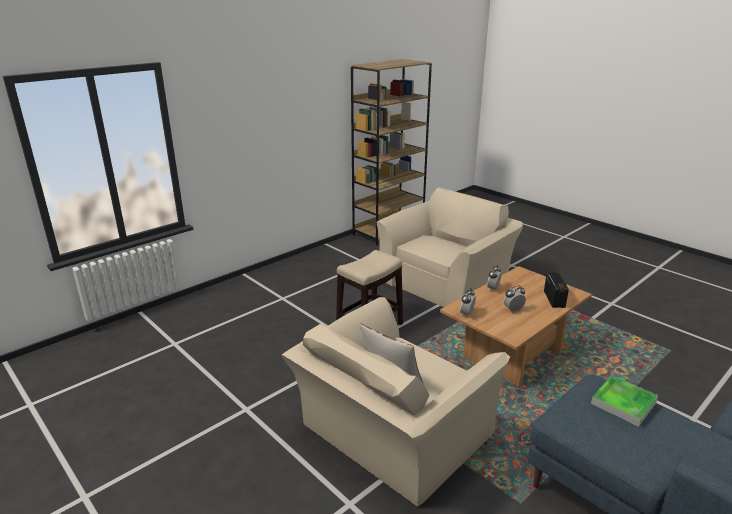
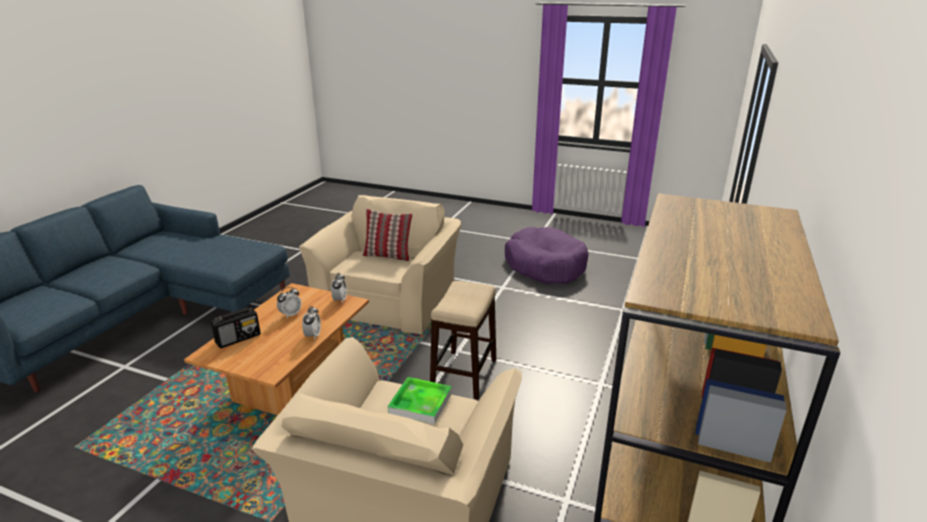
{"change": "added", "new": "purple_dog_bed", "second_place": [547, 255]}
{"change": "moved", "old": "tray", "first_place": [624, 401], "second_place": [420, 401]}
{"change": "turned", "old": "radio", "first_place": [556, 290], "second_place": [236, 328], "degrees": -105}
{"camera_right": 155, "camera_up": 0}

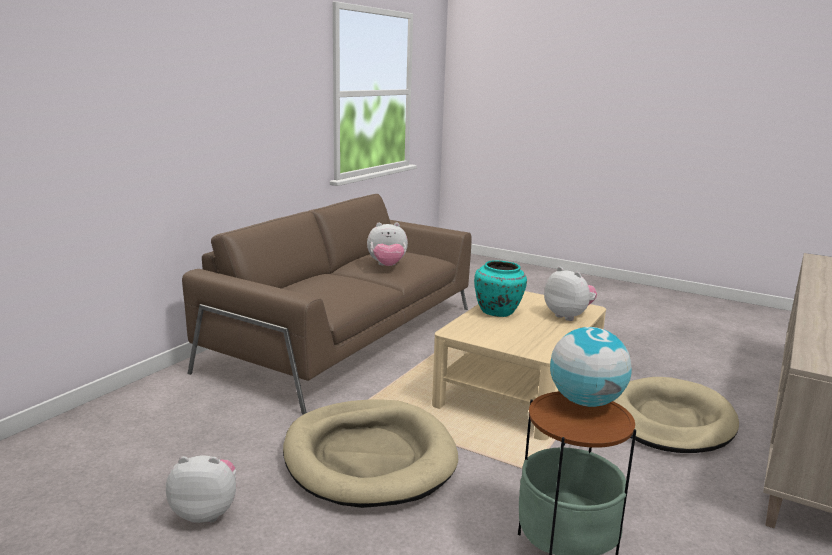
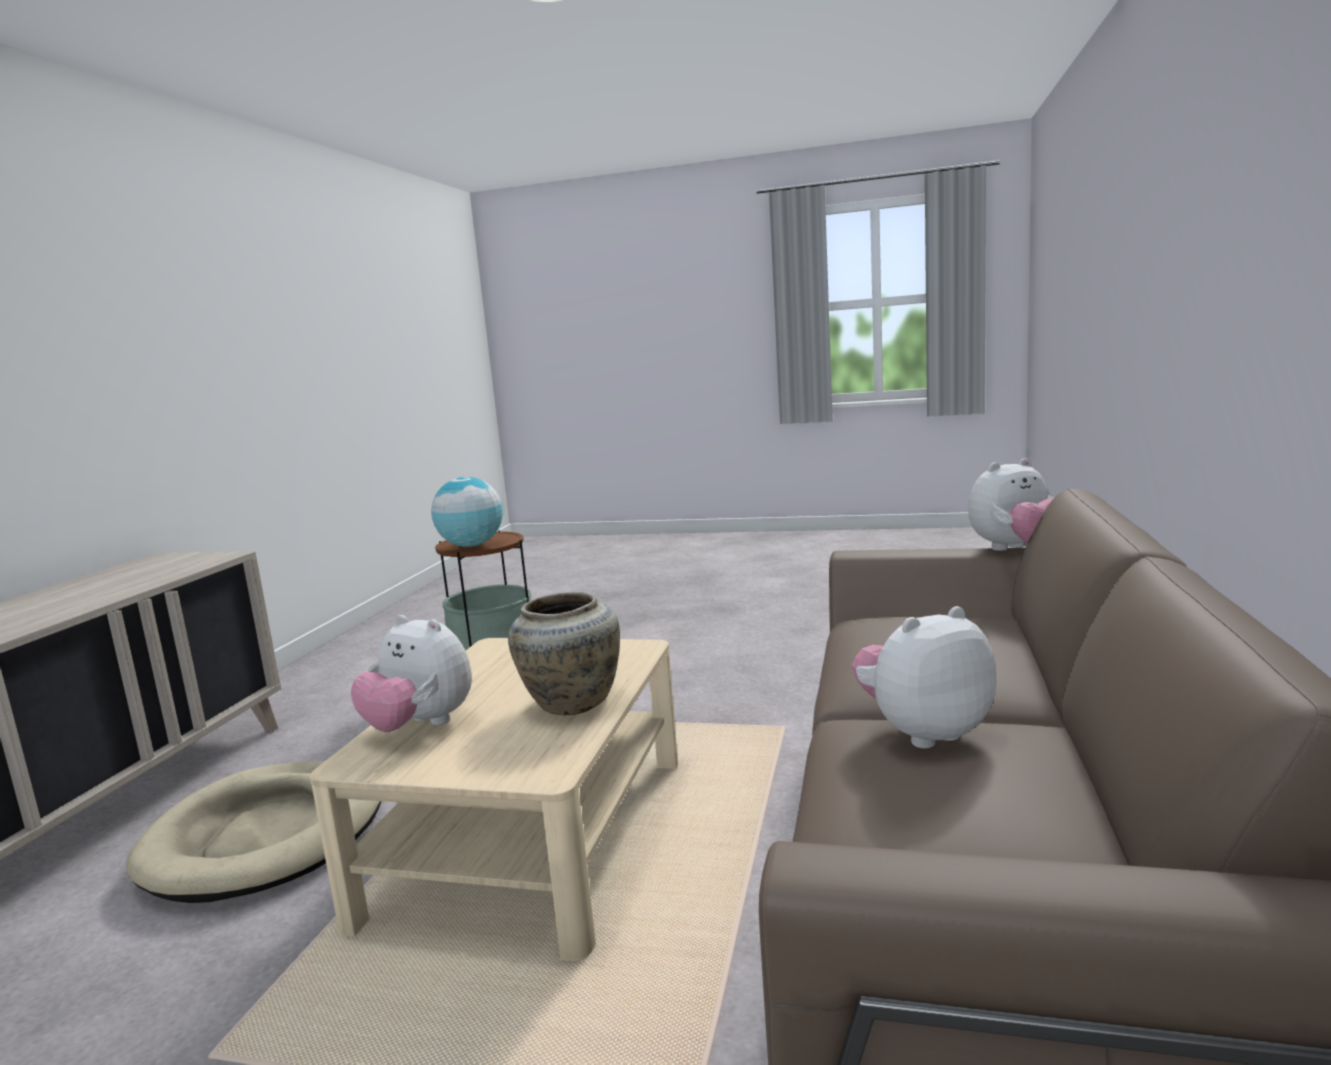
{"change": "removed", "old": "beige_dog_bed", "first_place": [370, 453]}
{"change": "moved", "old": "plush_toy", "first_place": [201, 489], "second_place": [1011, 504]}
{"change": "recoloured", "old": "turquoise_vase", "new": "beige_vase", "first_place": [500, 289], "second_place": [564, 653]}
{"camera_right": 165, "camera_up": -5}

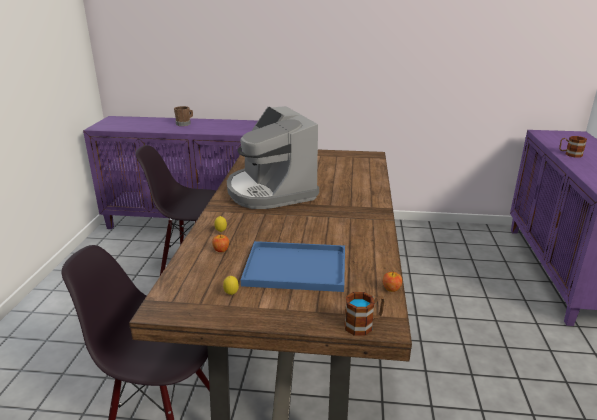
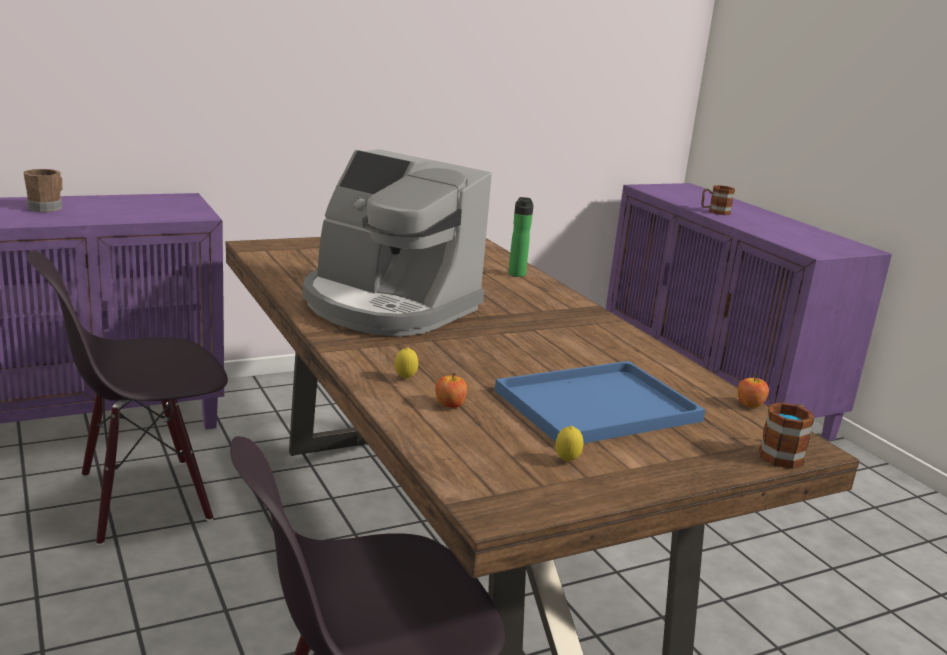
{"change": "added", "new": "bottle", "second_place": [521, 237]}
{"camera_right": -35, "camera_up": -5}

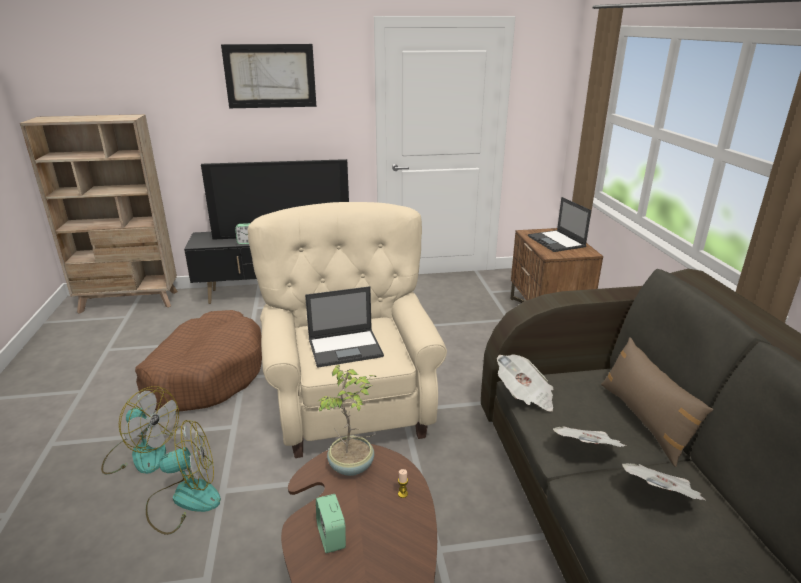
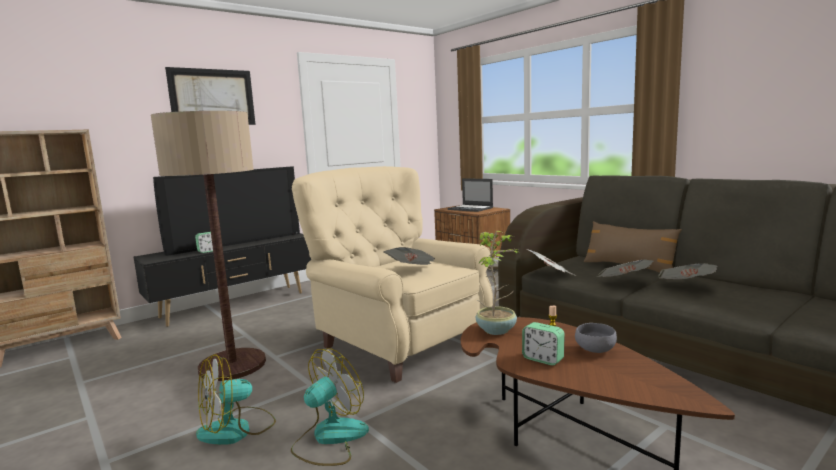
{"change": "added", "new": "grey_bowl", "second_place": [596, 338]}
{"change": "replaced", "old": "brown_dog_bed", "new": "floor_lamp", "first_place": [198, 361], "second_place": [208, 246]}
{"change": "replaced", "old": "laptop", "new": "newspaper", "first_place": [344, 327], "second_place": [409, 256]}
{"change": "turned", "old": "fan", "first_place": [140, 430], "second_place": [236, 399], "degrees": 150}
{"camera_right": -30, "camera_up": -15}

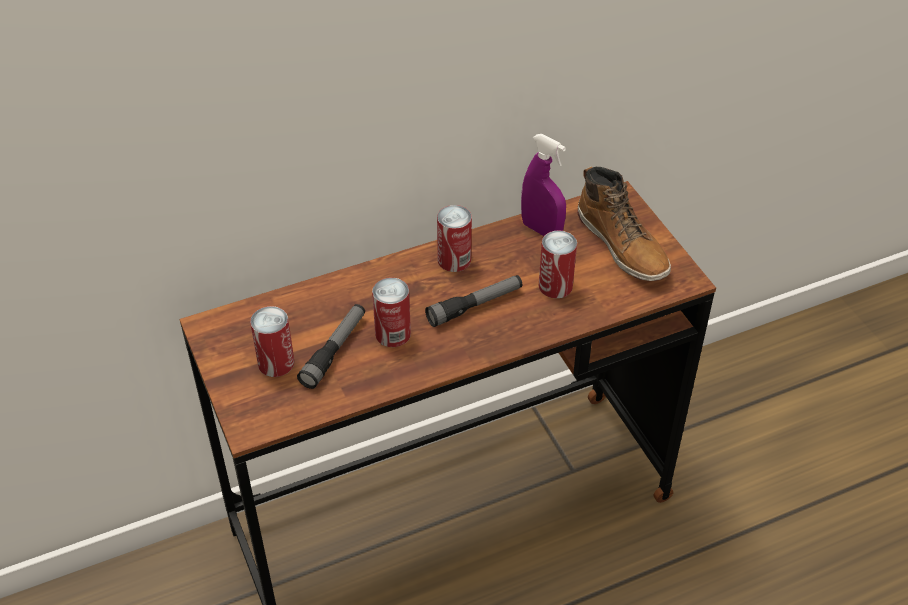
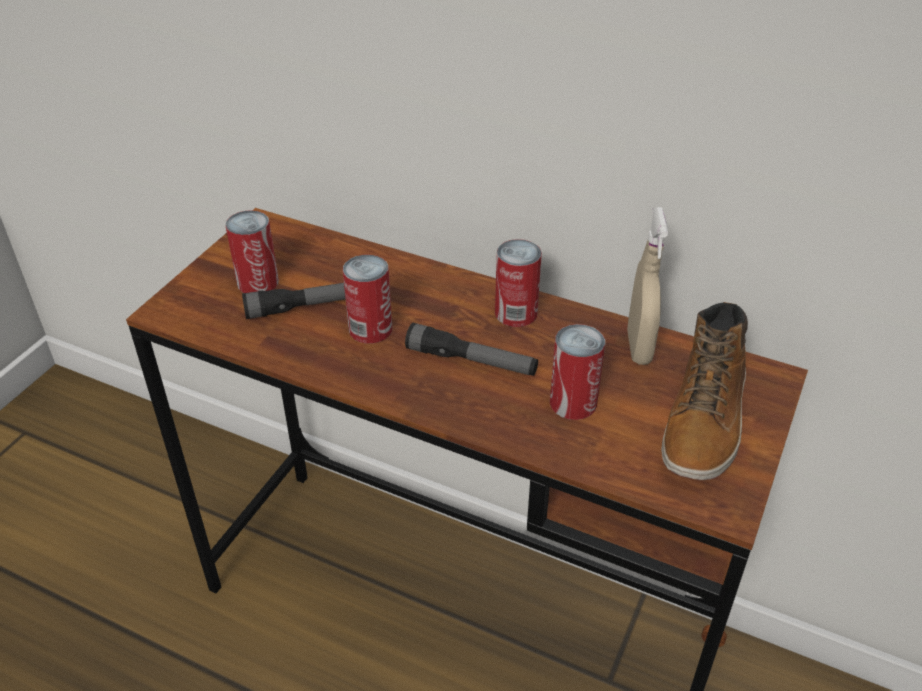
{"change": "recoloured", "old": "purple_spray_bottle", "new": "beige_spray_bottle", "first_place": [543, 185], "second_place": [647, 286]}
{"camera_right": 50, "camera_up": -5}

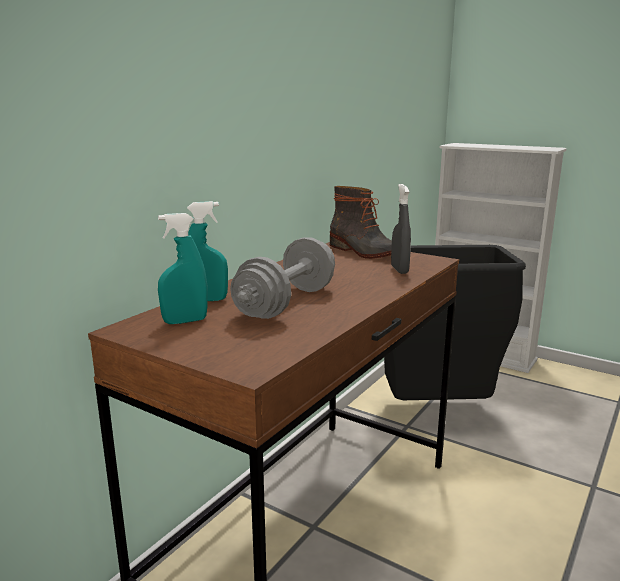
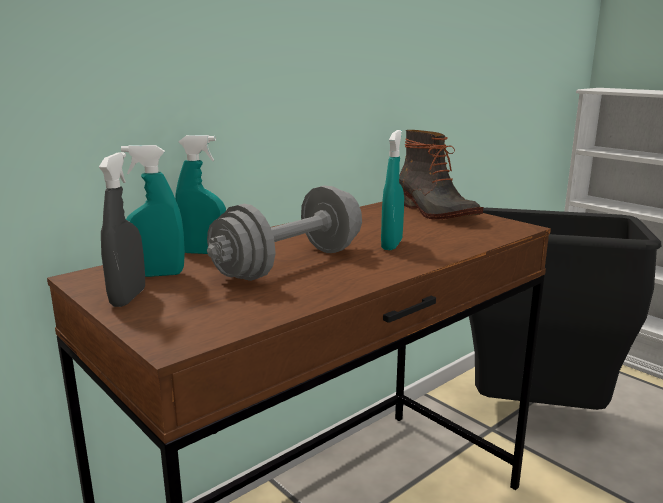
{"change": "added", "new": "turquoise_spray_bottle", "second_place": [392, 190]}
{"change": "moved", "old": "grey_spray_bottle", "first_place": [401, 229], "second_place": [122, 229]}
{"camera_right": 15, "camera_up": 0}

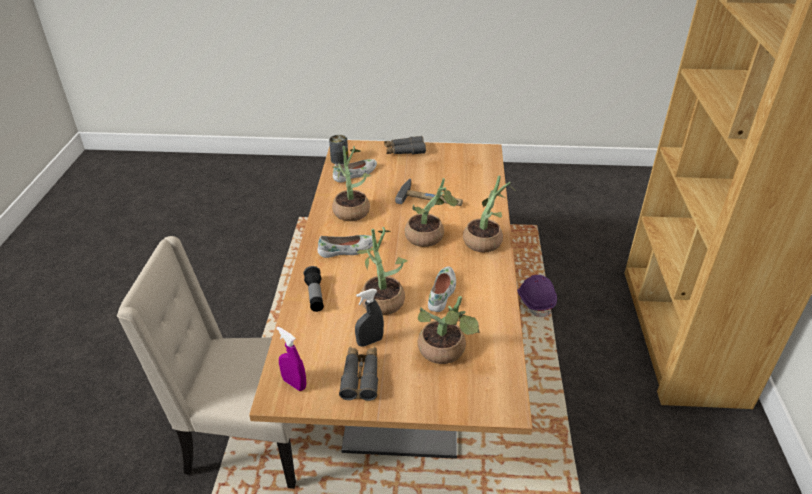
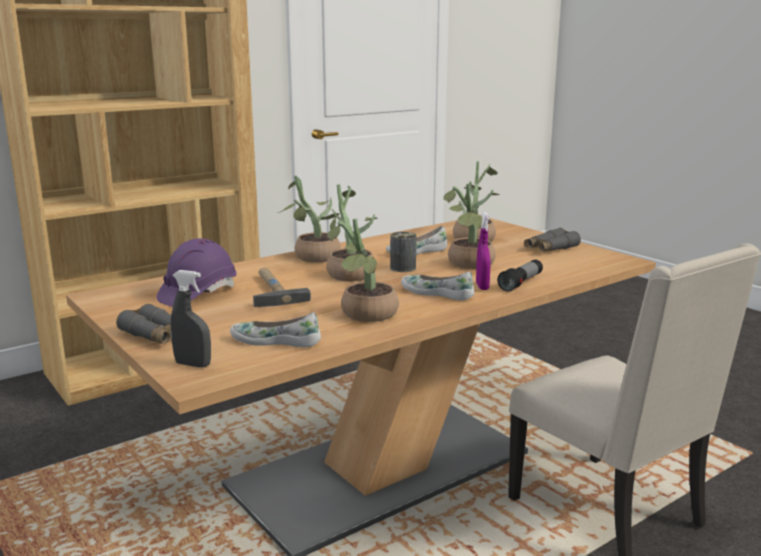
{"change": "moved", "old": "purple_spray_bottle", "first_place": [291, 359], "second_place": [483, 251]}
{"change": "moved", "old": "can", "first_place": [339, 149], "second_place": [403, 252]}
{"change": "moved", "old": "grey_spray_bottle", "first_place": [369, 318], "second_place": [191, 319]}
{"change": "moved", "old": "purple_hard_hat", "first_place": [537, 296], "second_place": [196, 272]}
{"camera_right": -130, "camera_up": -20}

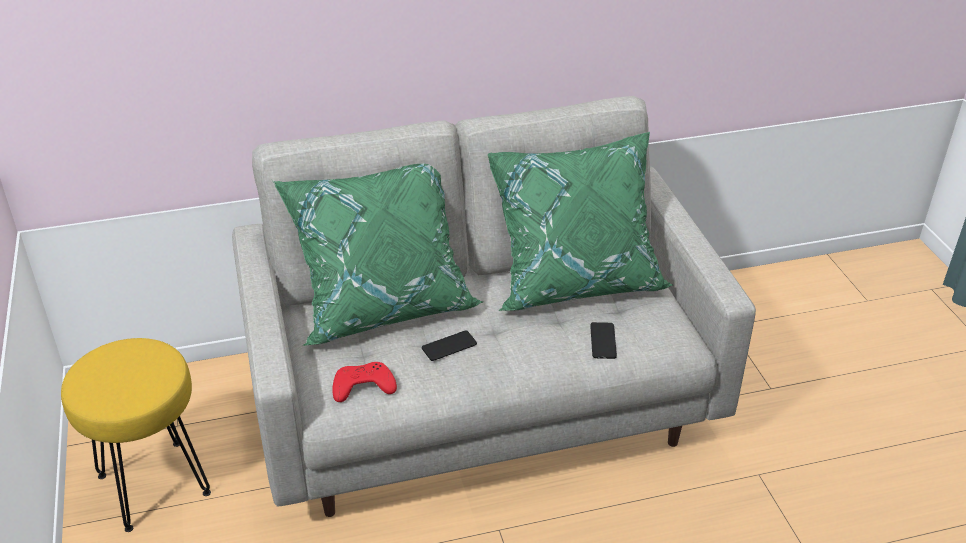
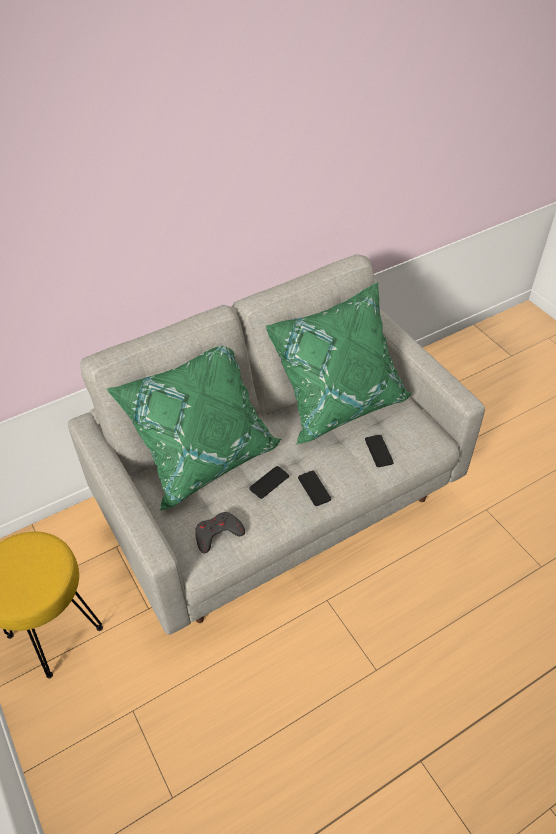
{"change": "added", "new": "phone", "second_place": [314, 488]}
{"change": "recoloured", "old": "red_game_controller", "new": "grey_game_controller", "first_place": [364, 382], "second_place": [220, 532]}
{"camera_right": -15, "camera_up": 10}

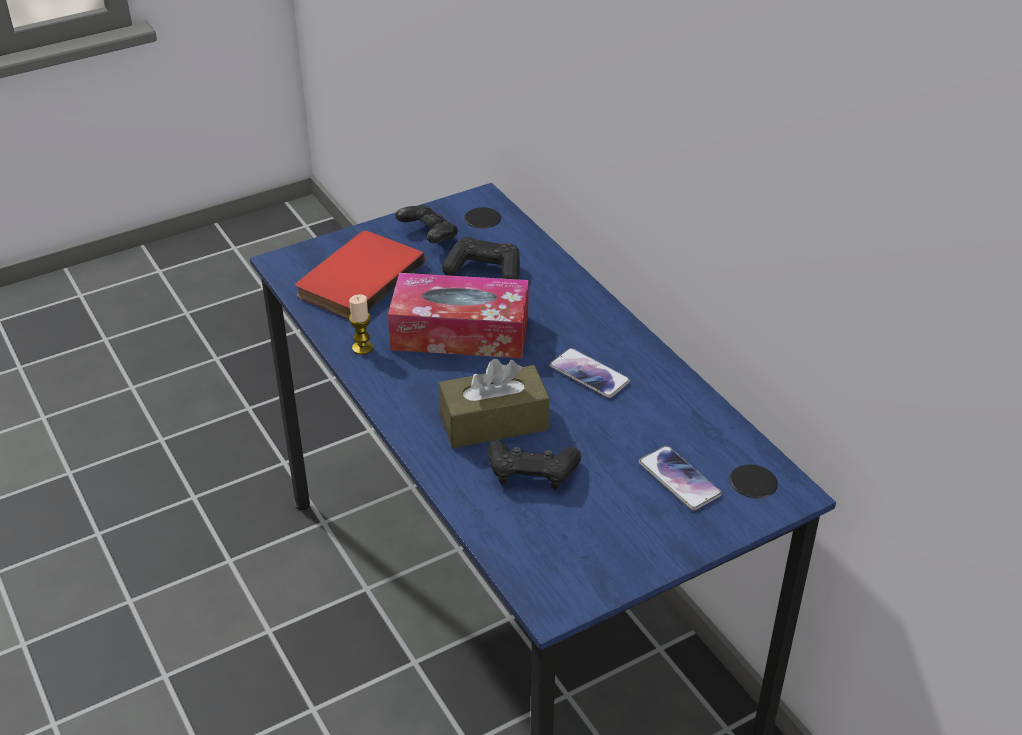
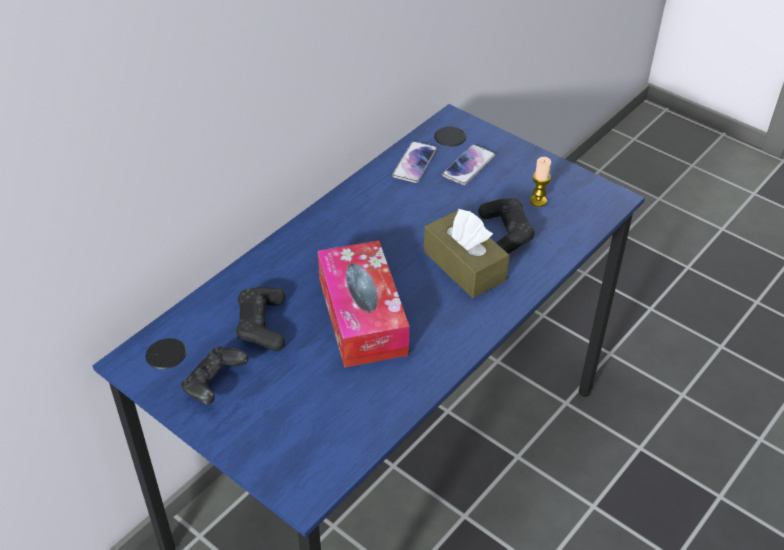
{"change": "removed", "old": "red_book", "first_place": [360, 275]}
{"change": "moved", "old": "candle", "first_place": [361, 324], "second_place": [540, 182]}
{"change": "moved", "old": "phone", "first_place": [589, 373], "second_place": [414, 162]}
{"camera_right": -110, "camera_up": 5}

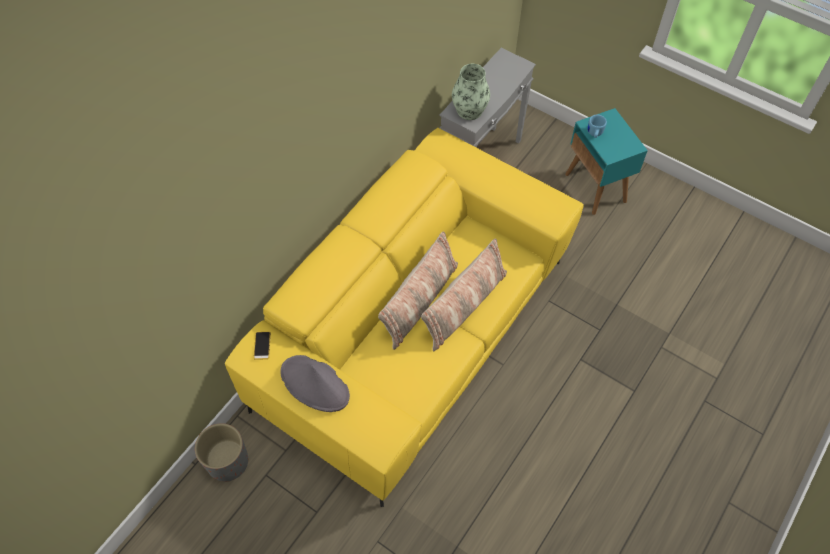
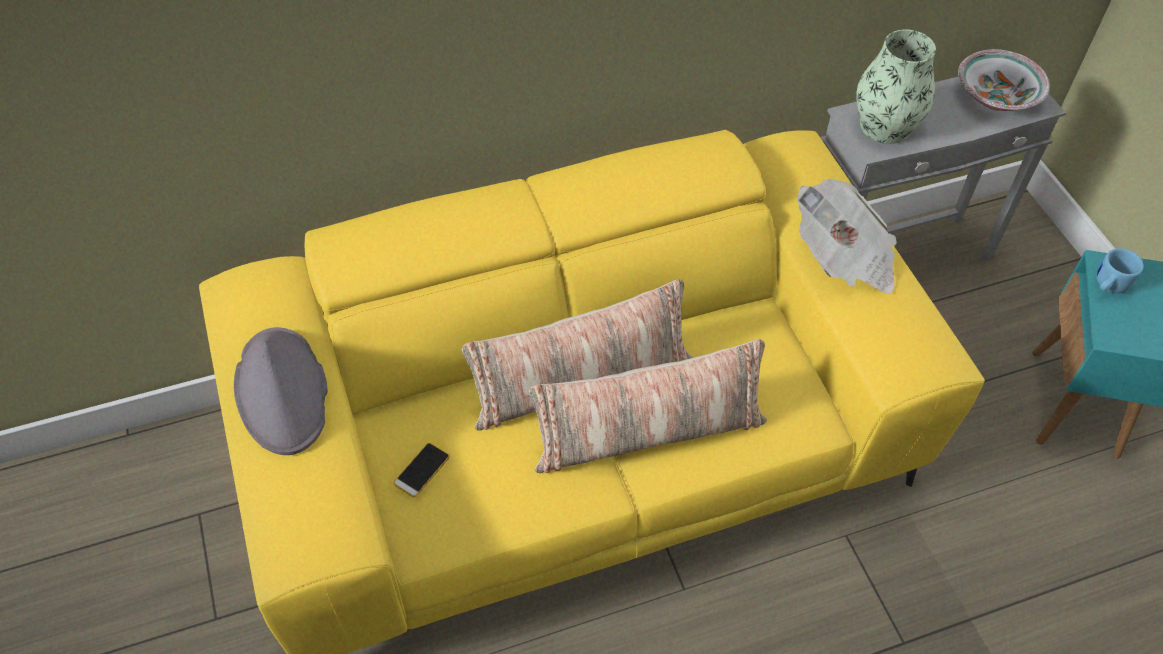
{"change": "removed", "old": "grey_planter", "first_place": [221, 452]}
{"change": "added", "new": "newspaper", "second_place": [846, 236]}
{"change": "added", "new": "bowl", "second_place": [1004, 80]}
{"change": "moved", "old": "phone", "first_place": [262, 346], "second_place": [421, 470]}
{"camera_right": 35, "camera_up": -5}

